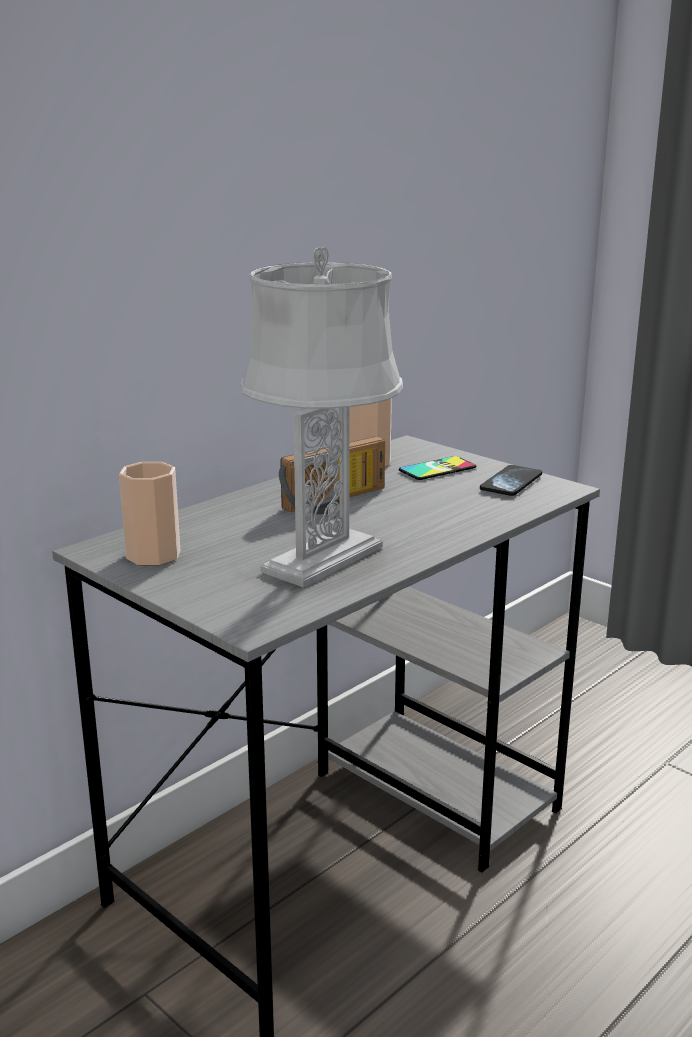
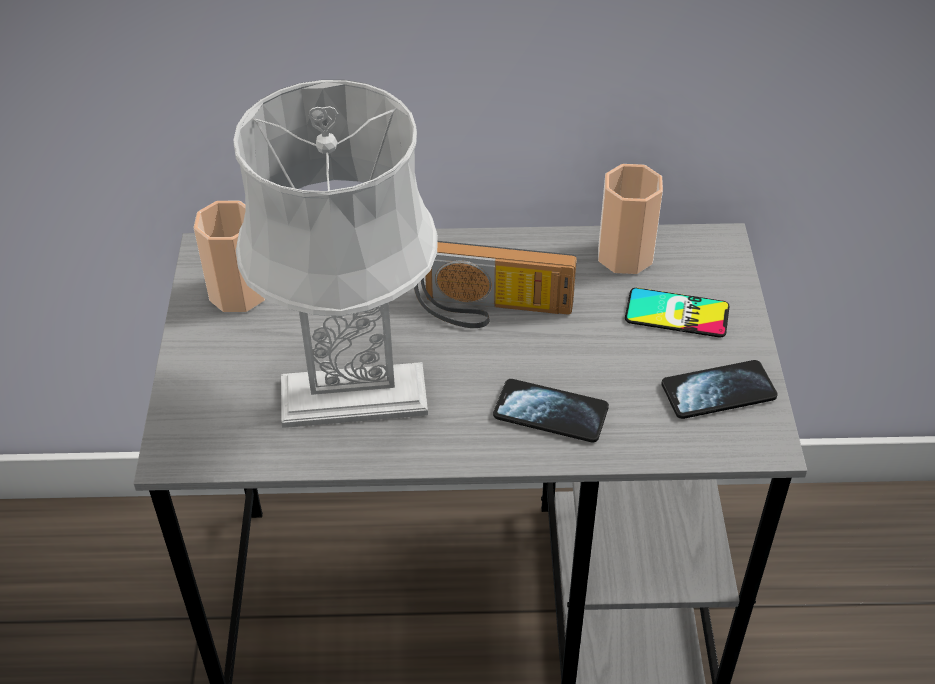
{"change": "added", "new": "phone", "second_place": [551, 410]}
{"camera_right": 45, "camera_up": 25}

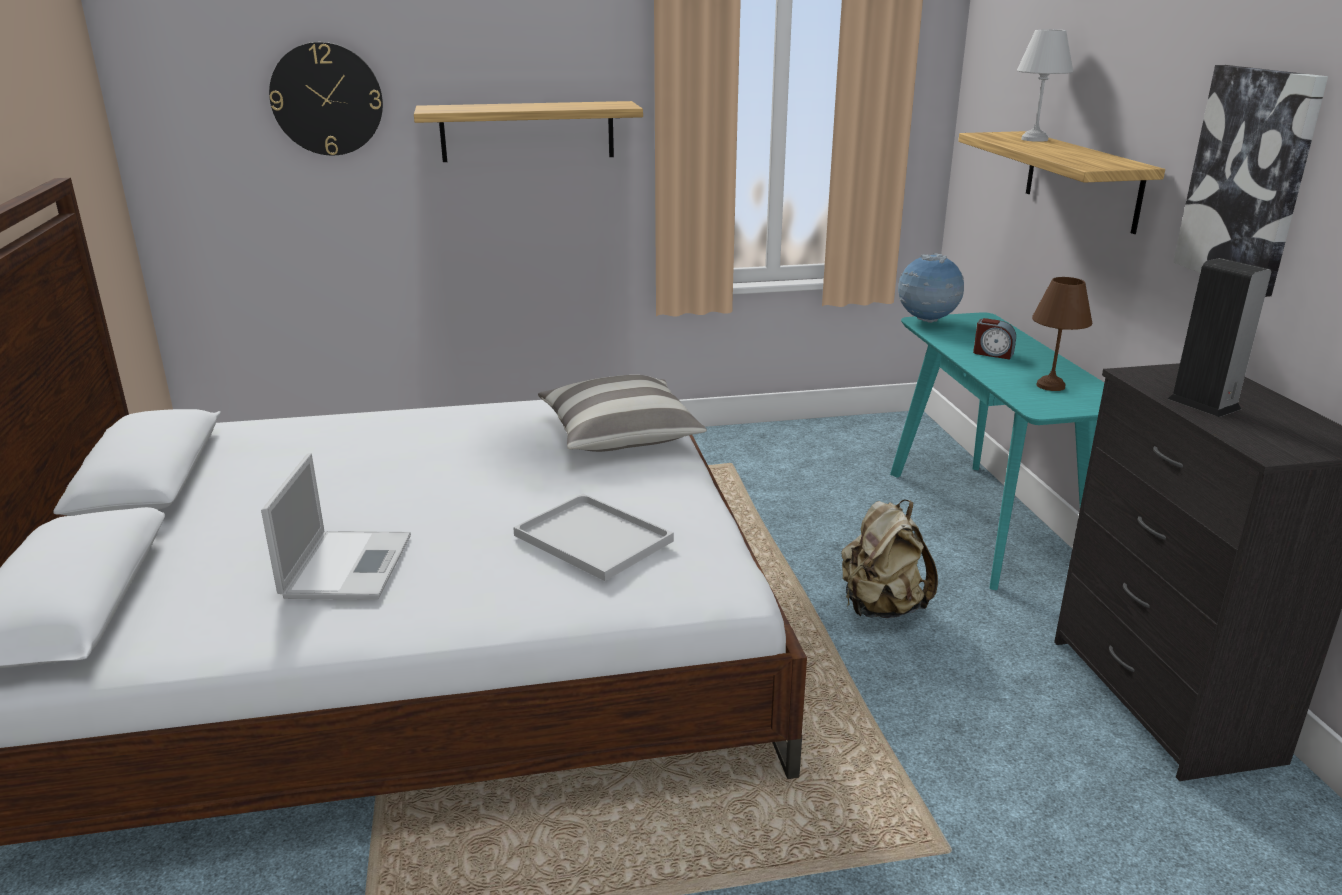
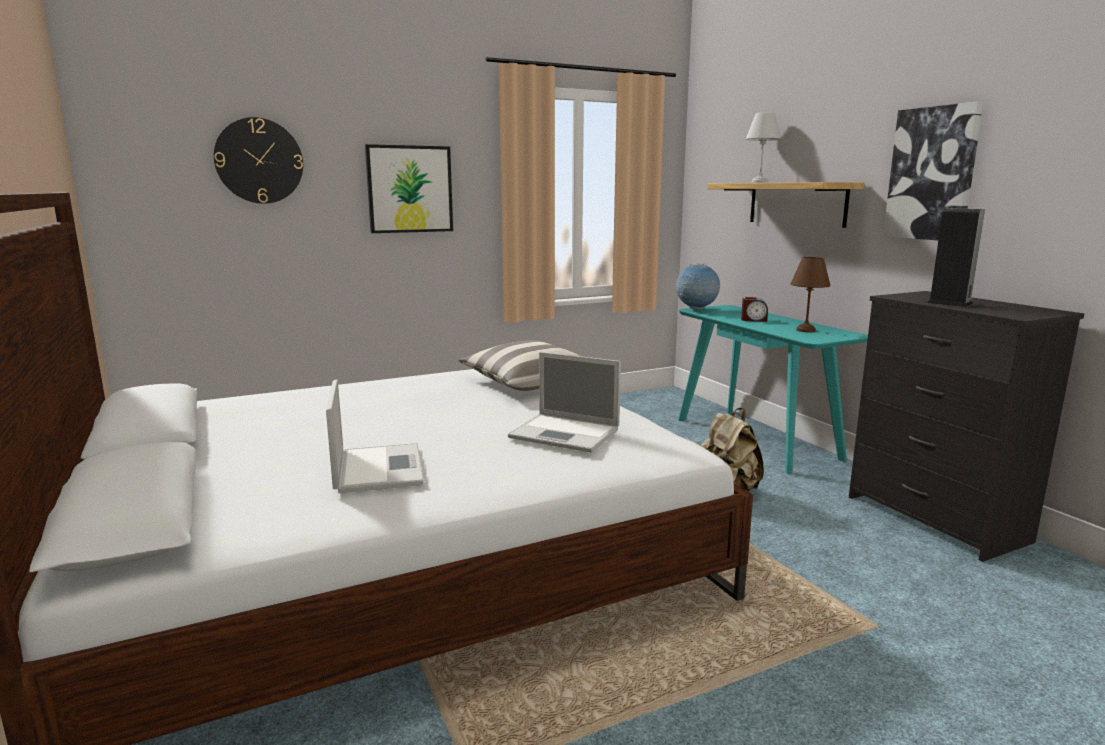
{"change": "replaced", "old": "shelf", "new": "picture", "first_place": [528, 131], "second_place": [409, 188]}
{"change": "replaced", "old": "white_tray", "new": "laptop", "first_place": [593, 537], "second_place": [564, 402]}
{"camera_right": -15, "camera_up": -10}

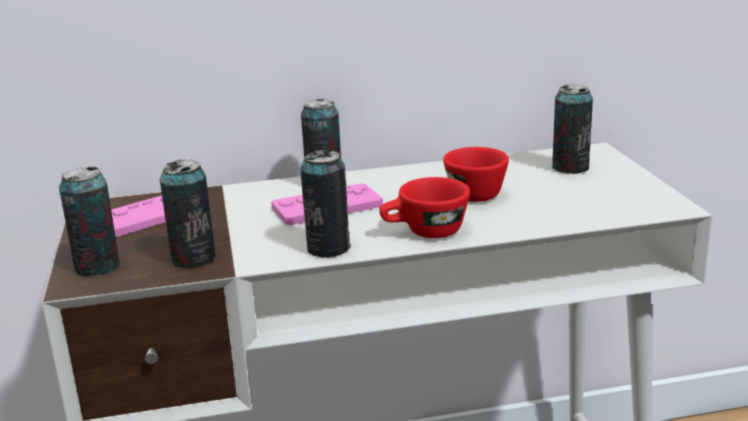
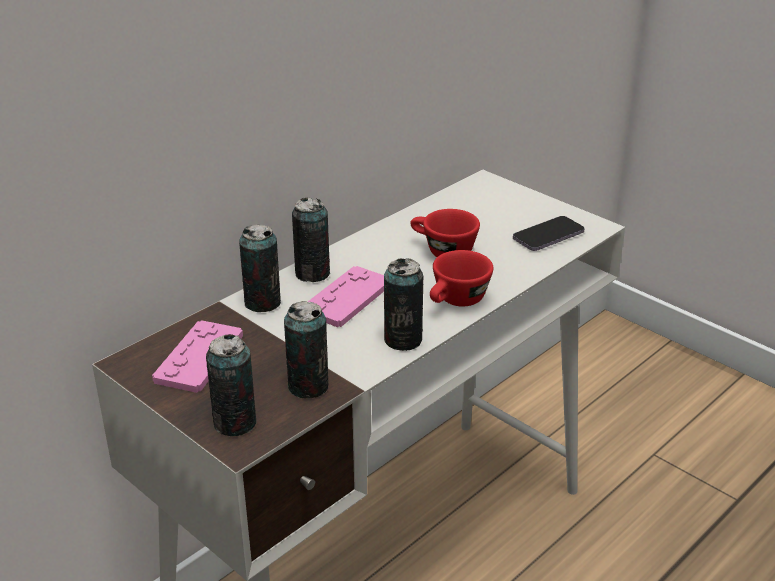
{"change": "added", "new": "phone", "second_place": [549, 233]}
{"change": "moved", "old": "can", "first_place": [572, 129], "second_place": [260, 268]}
{"camera_right": -35, "camera_up": 10}

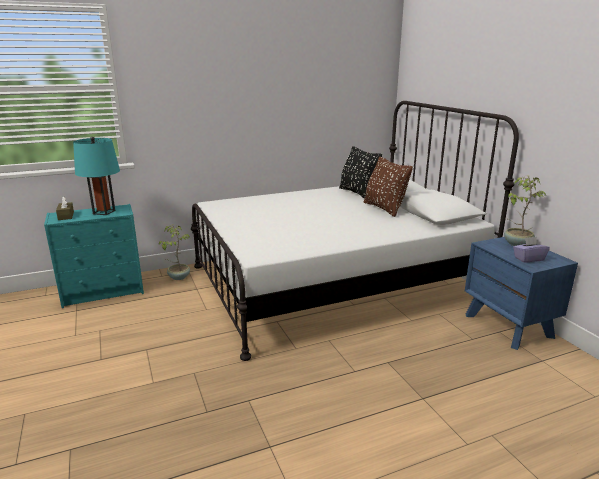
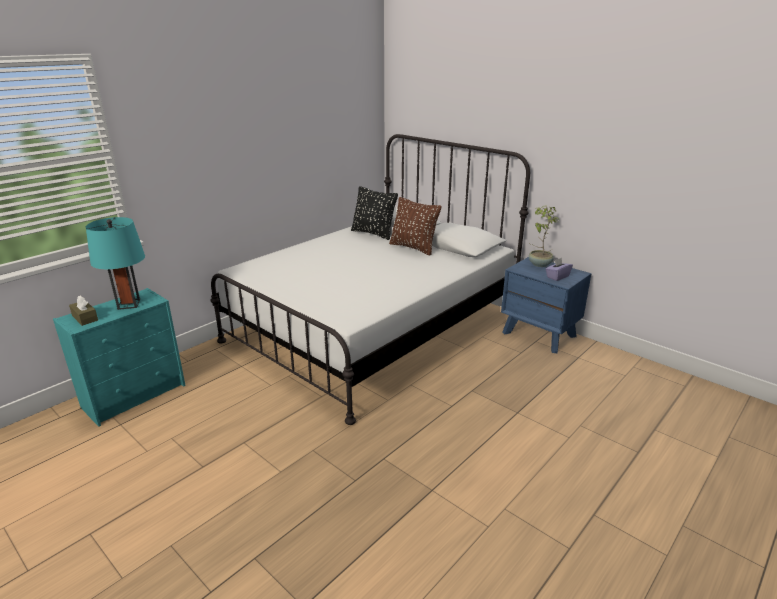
{"change": "removed", "old": "potted_plant", "first_place": [174, 252]}
{"camera_right": -25, "camera_up": 5}

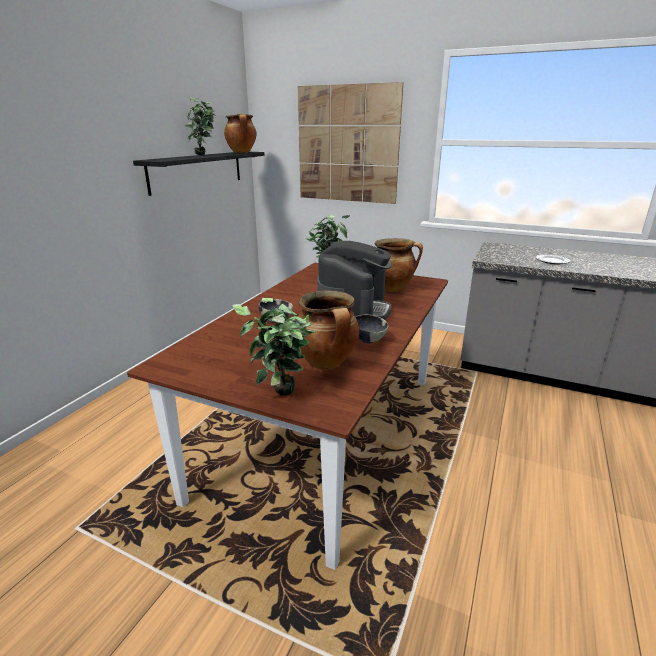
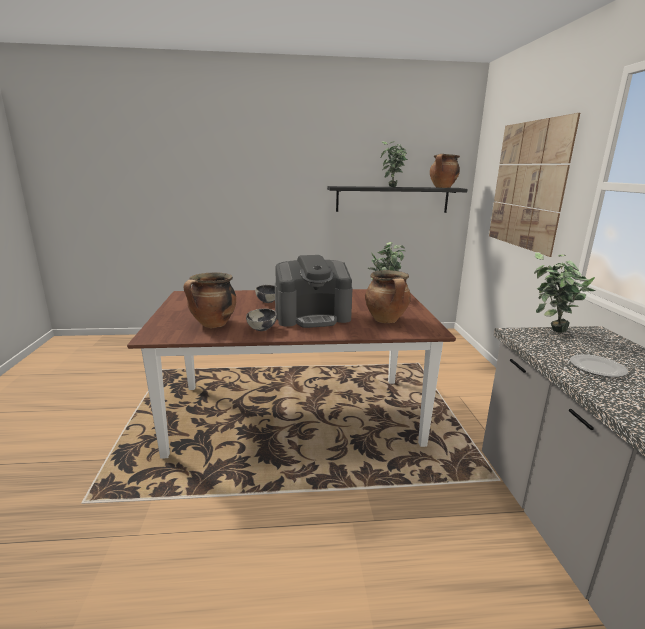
{"change": "moved", "old": "potted_plant", "first_place": [274, 347], "second_place": [565, 292]}
{"camera_right": 60, "camera_up": -5}

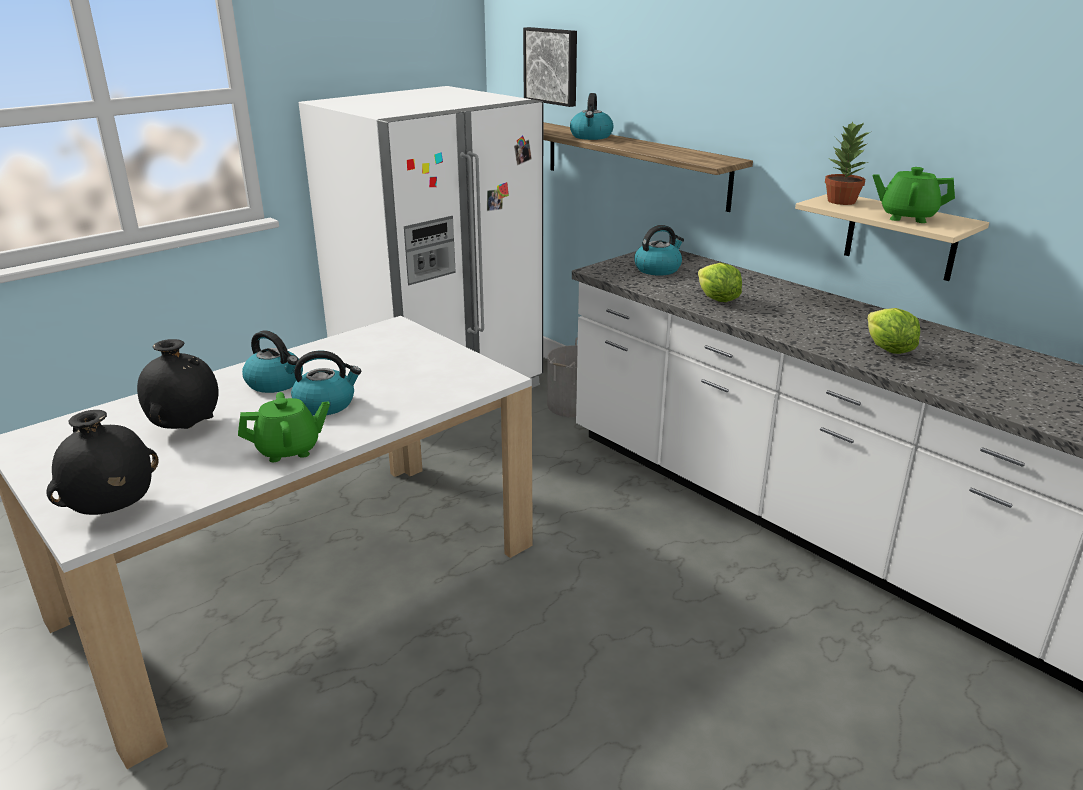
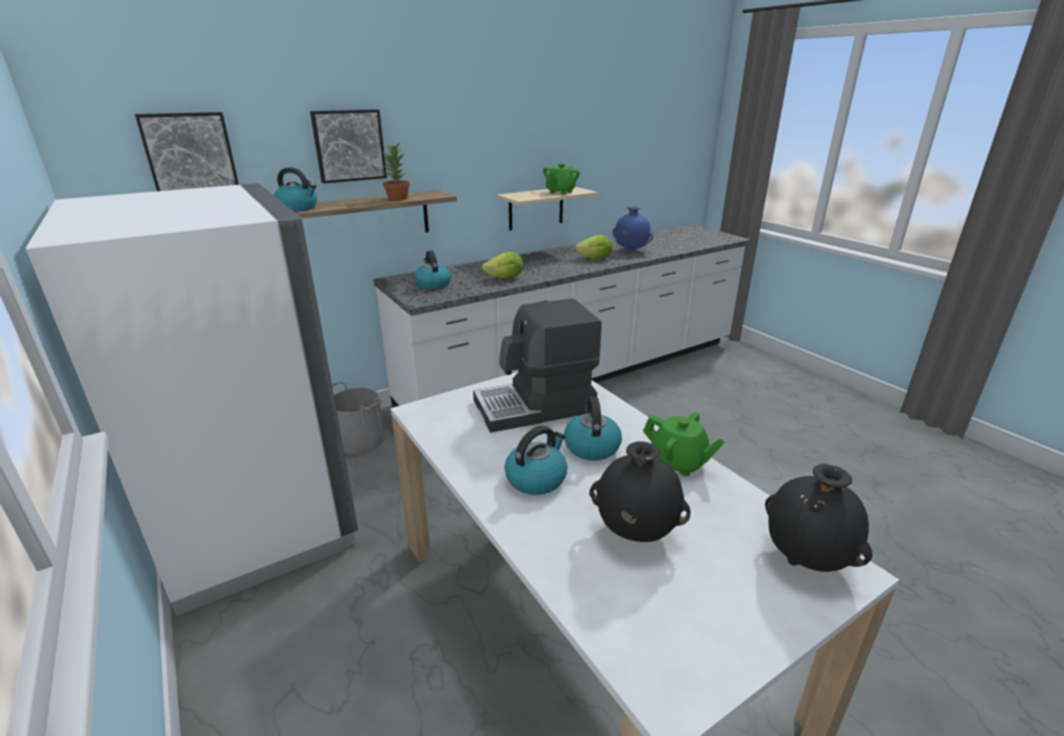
{"change": "added", "new": "picture", "second_place": [348, 146]}
{"change": "added", "new": "coffee_machine", "second_place": [537, 365]}
{"change": "added", "new": "blue_vase", "second_place": [632, 228]}
{"change": "moved", "old": "potted_plant", "first_place": [847, 163], "second_place": [396, 172]}
{"change": "turned", "old": "green_teapot", "first_place": [284, 427], "second_place": [684, 444], "degrees": 135}
{"camera_right": -80, "camera_up": 0}

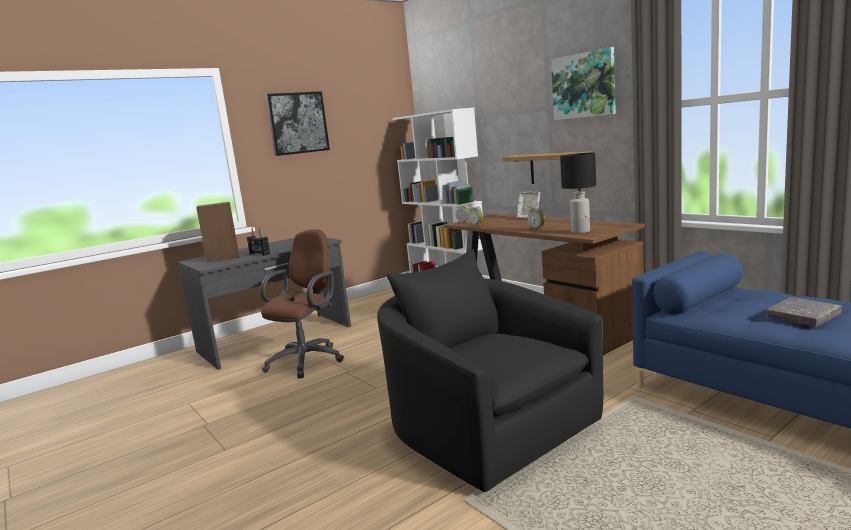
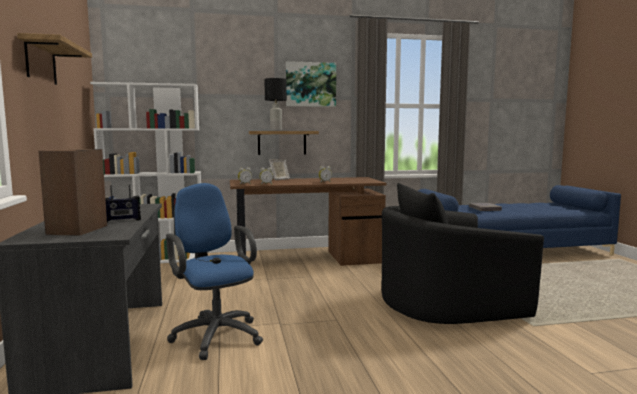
{"change": "moved", "old": "black_table_lamp", "first_place": [578, 193], "second_place": [276, 104]}
{"change": "replaced", "old": "picture", "new": "shelf", "first_place": [297, 123], "second_place": [54, 59]}
{"change": "recoloured", "old": "brown_office_chair", "new": "blue_office_chair", "first_place": [302, 303], "second_place": [214, 271]}
{"camera_right": -65, "camera_up": -5}

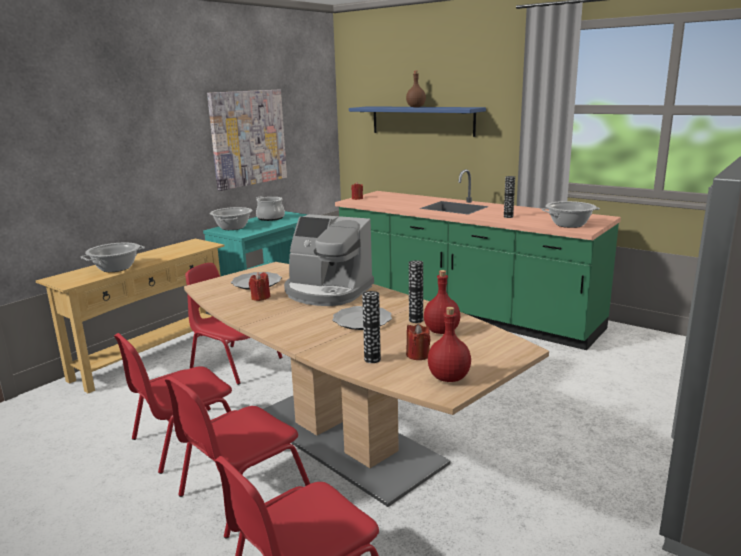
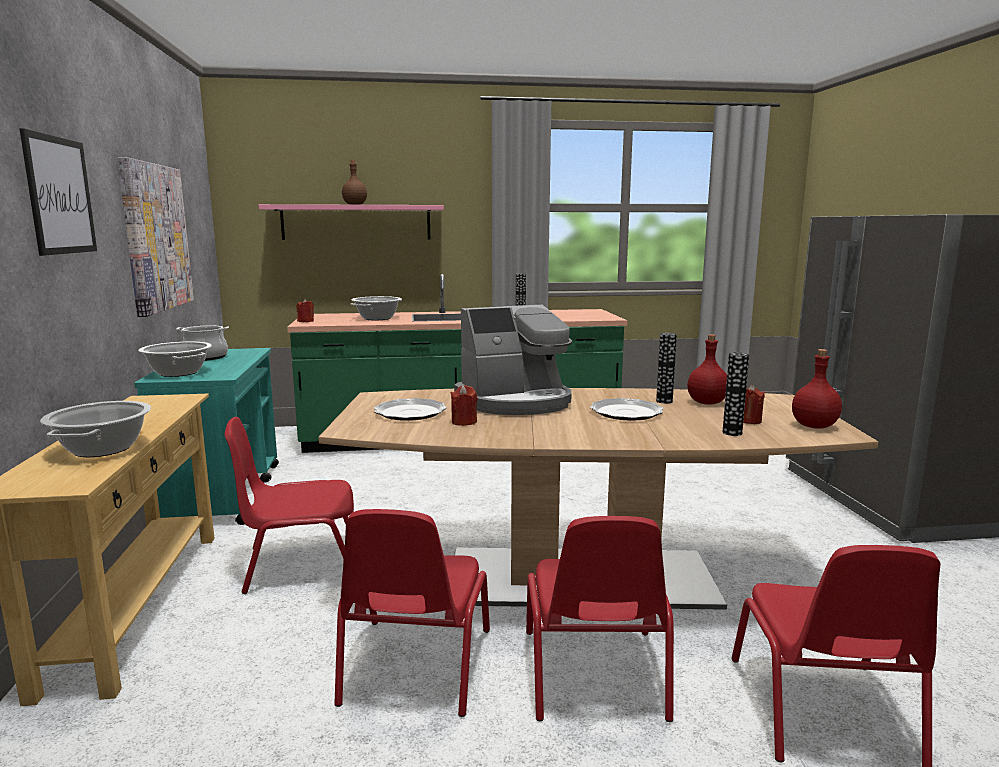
{"change": "added", "new": "picture", "second_place": [58, 192]}
{"change": "moved", "old": "cooking_pot", "first_place": [570, 214], "second_place": [376, 308]}
{"change": "recoloured", "old": "blue_shelf", "new": "pink_shelf", "first_place": [417, 121], "second_place": [351, 222]}
{"camera_right": -45, "camera_up": -5}

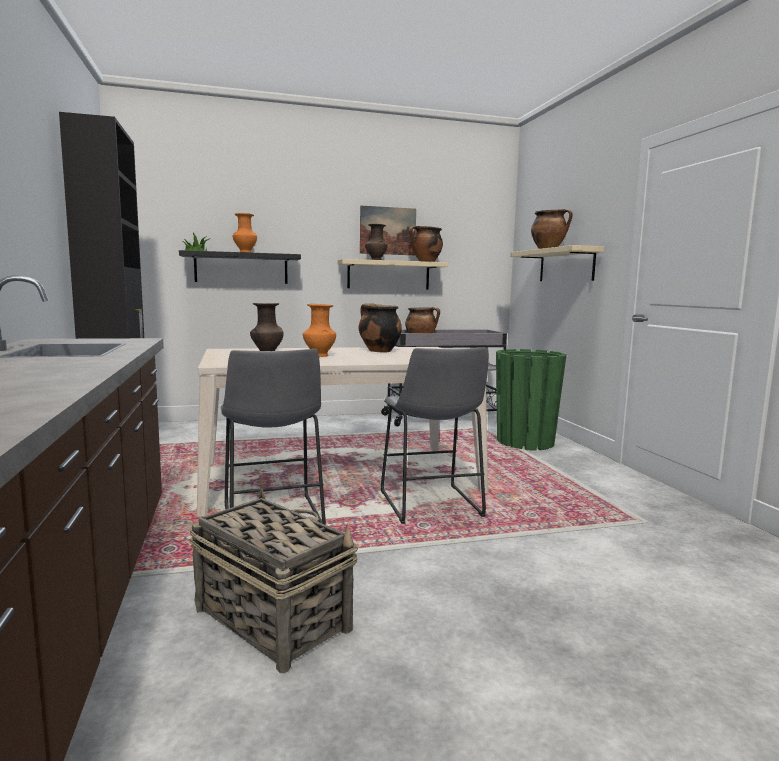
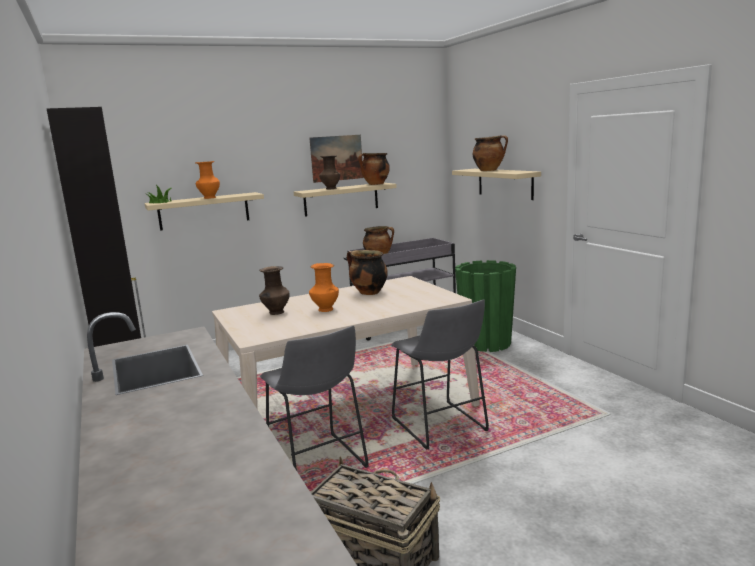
{"change": "recoloured", "old": "black_shelf", "new": "beige_shelf", "first_place": [240, 267], "second_place": [204, 211]}
{"camera_right": -10, "camera_up": 5}

